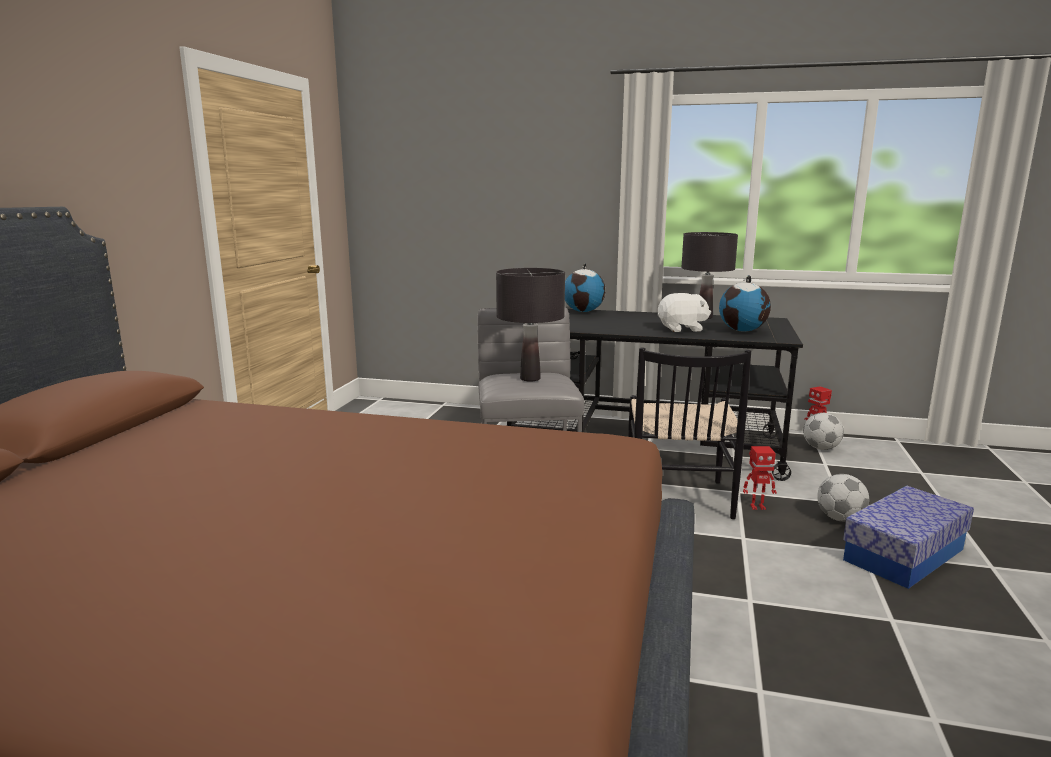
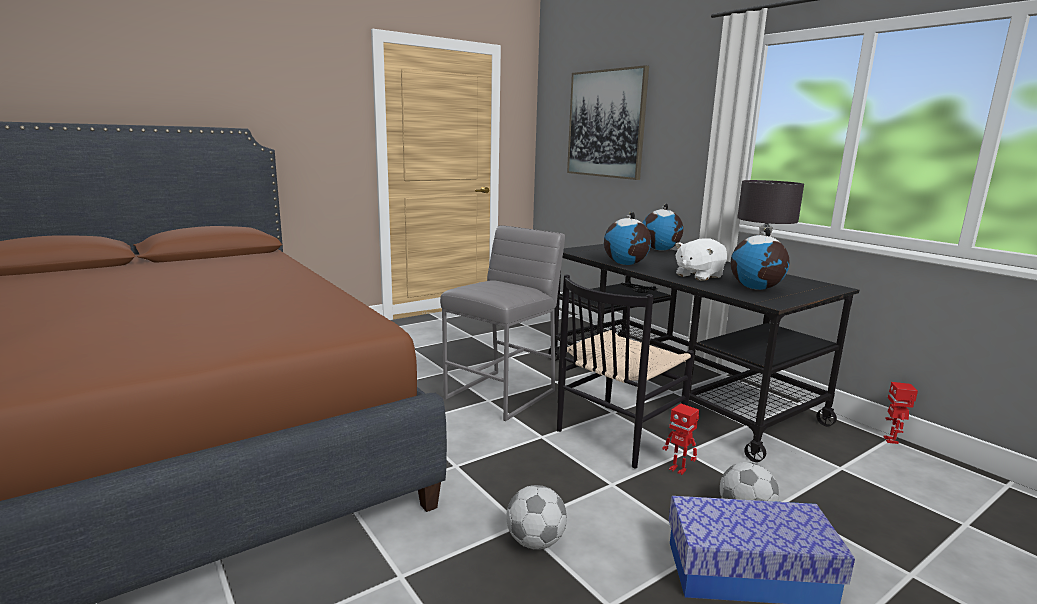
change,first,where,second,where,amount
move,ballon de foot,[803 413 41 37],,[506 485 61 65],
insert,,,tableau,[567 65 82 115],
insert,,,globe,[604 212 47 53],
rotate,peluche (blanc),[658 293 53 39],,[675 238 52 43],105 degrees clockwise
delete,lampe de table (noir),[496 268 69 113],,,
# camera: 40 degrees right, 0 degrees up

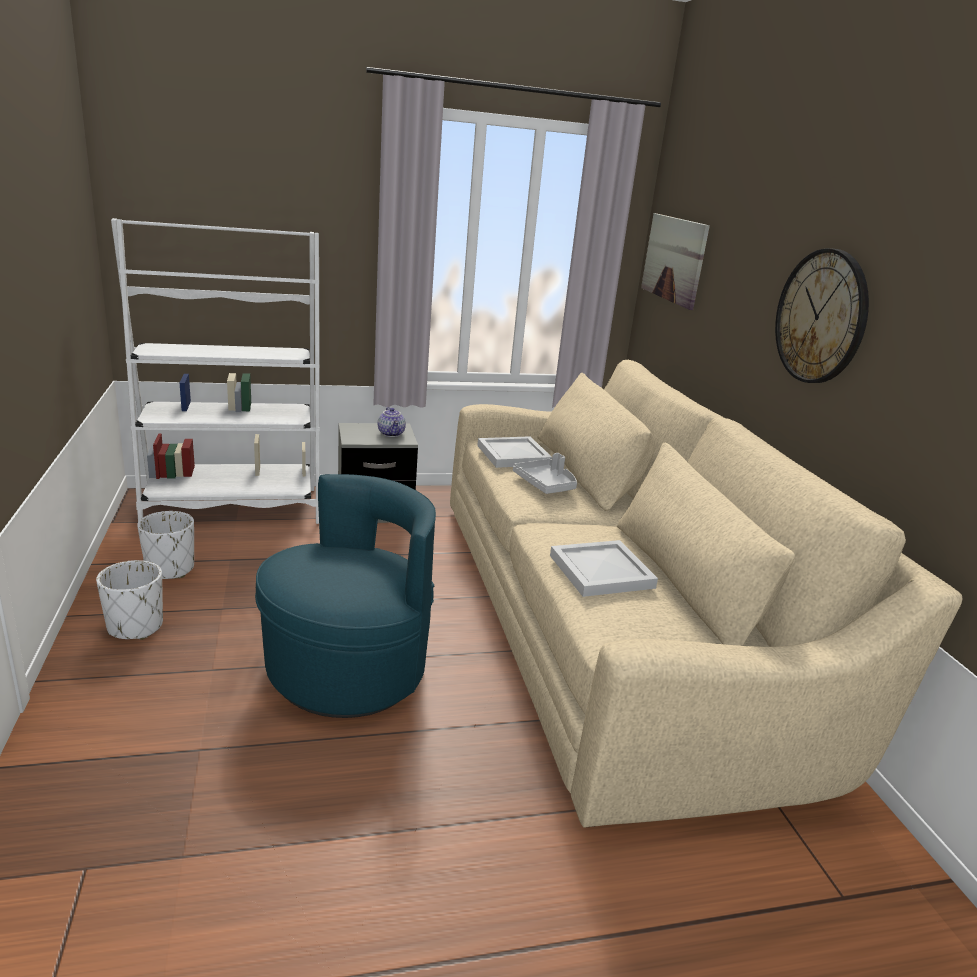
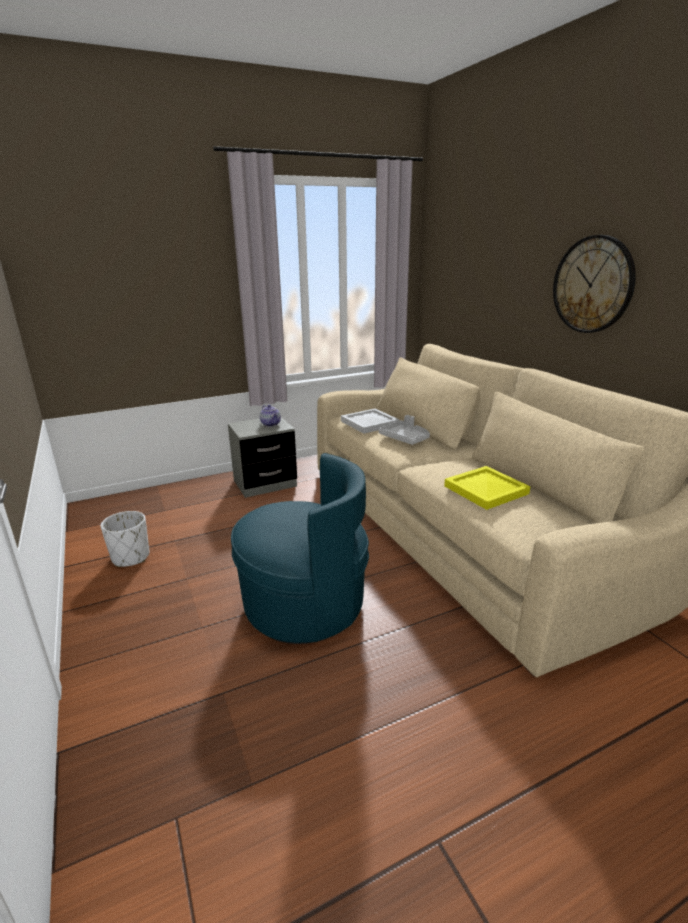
change,first,where,second,where,amount
rotate,fauteuil (turquoise),[255 474 181 244],,[231 453 138 191],60 degrees clockwise
recolor,plateau (blanc),[550 540 108 57],plateau (jaune),[444 466 87 44],
delete,cache-pot (blanc),[96 560 67 80],,,
delete,bibliothèque (blanc),[111 218 209 306],,,
delete,tableau,[641 213 69 97],,,
# camera: 10 degrees left, 0 degrees up

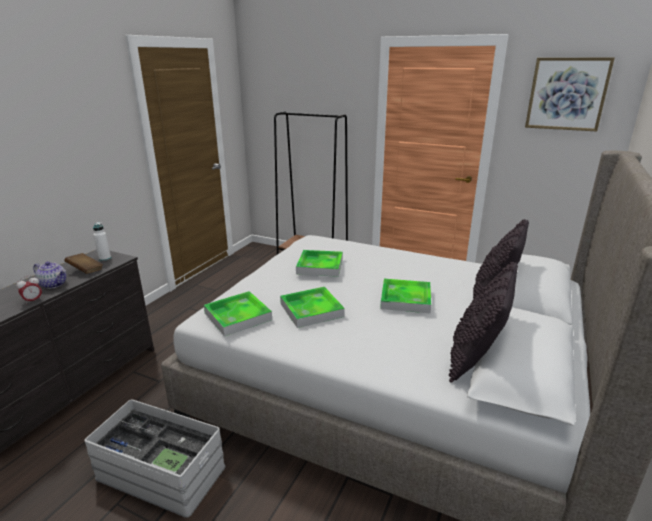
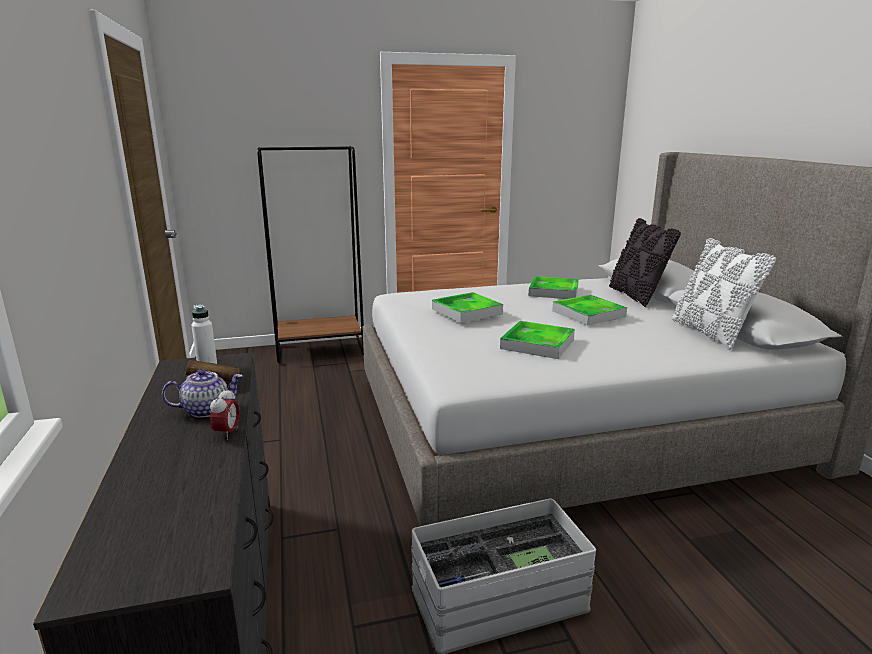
change,first,where,second,where,amount
move,plateau,[204 291 68 46],,[529 276 50 23],
recolor,coussin (noir),[449 262 69 121],coussin (blanc),[672 238 104 112],
delete,tableau,[525 58 90 73],,,
# camera: 40 degrees left, 5 degrees down

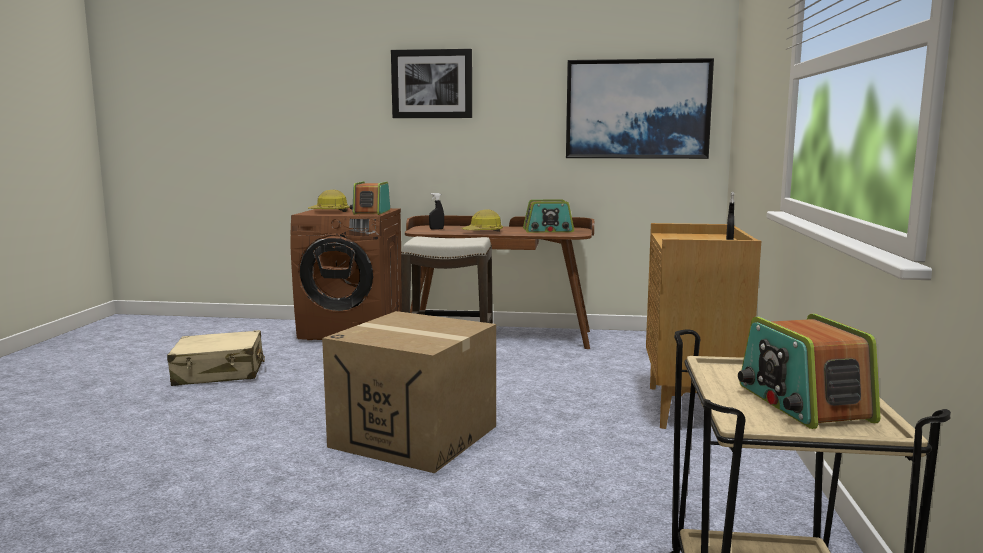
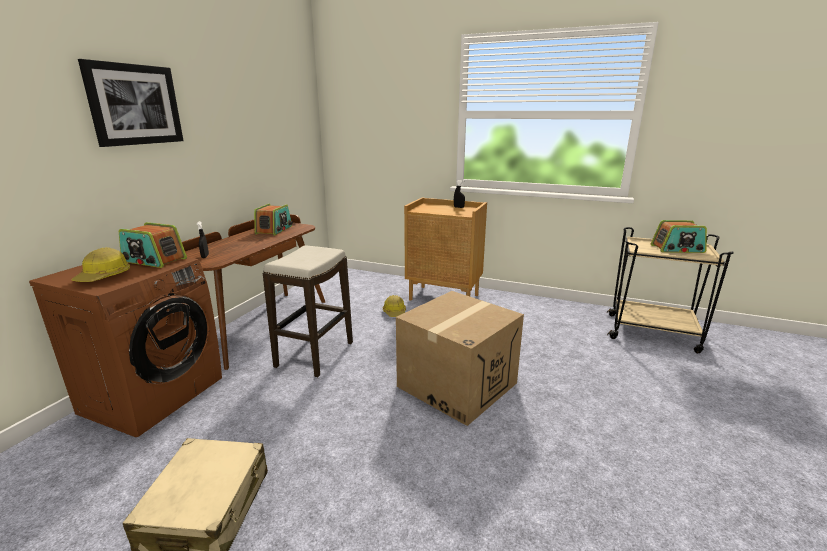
change,first,where,second,where,amount
move,casque de chantier,[461 209 42 23],,[382 295 24 22],
delete,tableau,[566 58 148 101],,,
# camera: 75 degrees left, 10 degrees up

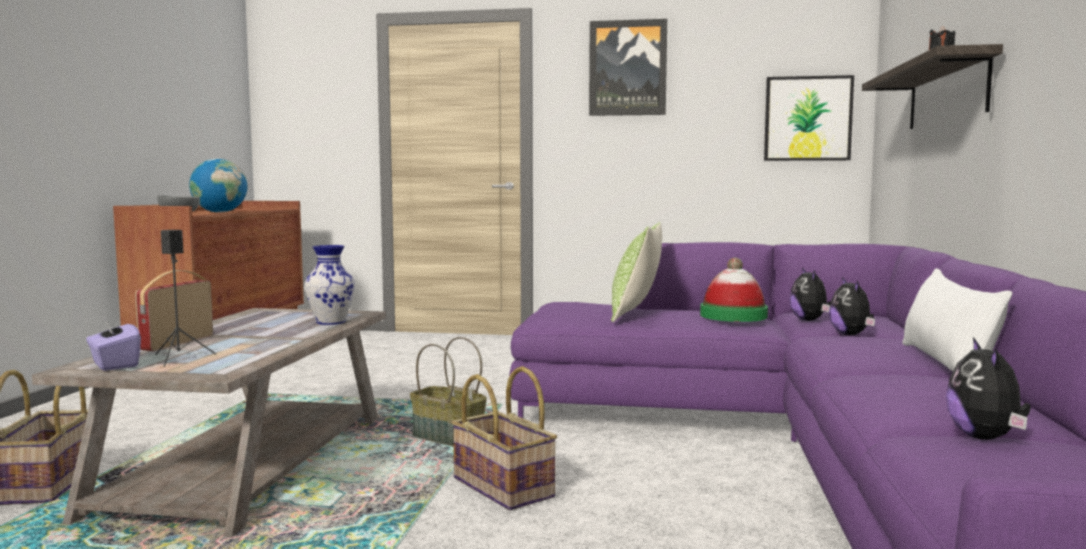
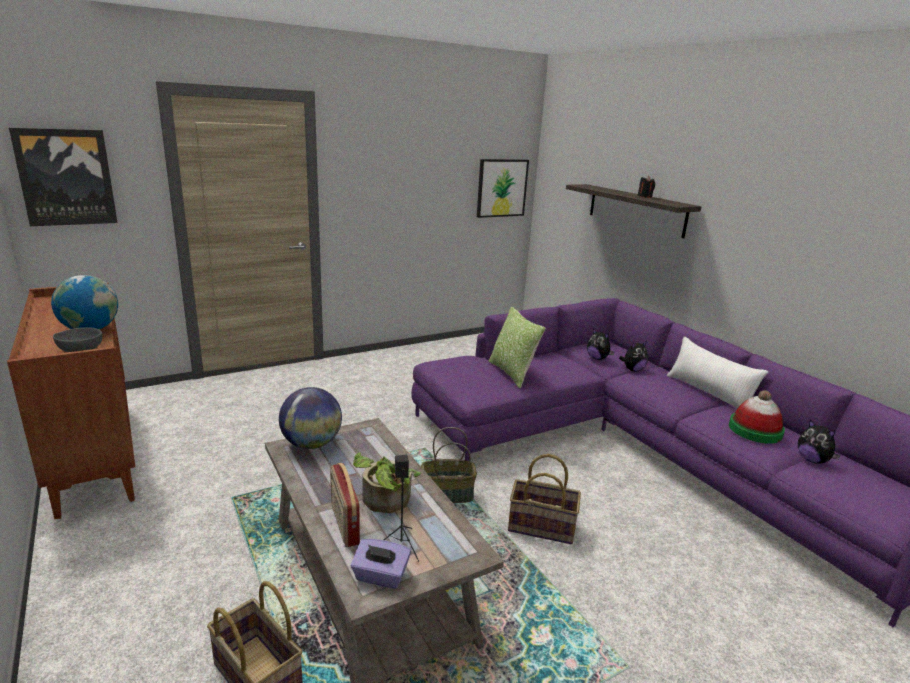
change,first,where,second,where,amount
move,tableau,[589 19 78 97],,[9 128 109 98],
insert,,,globe,[279 387 63 62],
insert,,,plante en pot,[353 452 68 61],
rotate,peluche,[829 277 46 58],,[619 341 29 31],75 degrees counterclockwise
move,chapeau,[700 258 68 64],,[729 390 56 54],
delete,vase,[304 245 51 80],,,
# camera: 40 degrees left, 15 degrees up

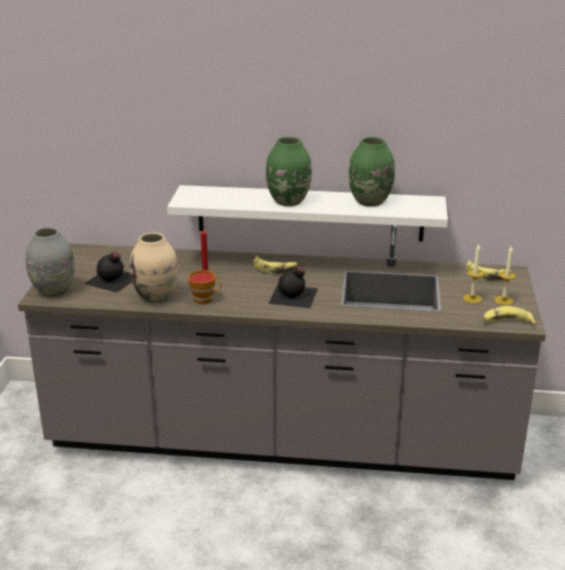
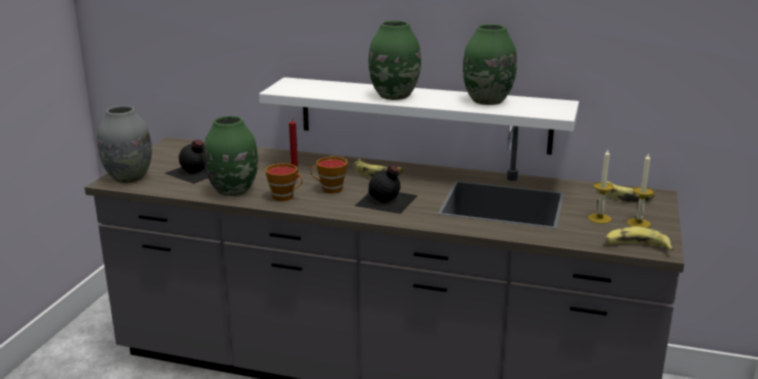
change,first,where,second,where,amount
recolor,vase (beige),[130 232 48 71],vase (vert),[204 116 54 80],
insert,,,tasse,[311 156 37 37],
# camera: 10 degrees right, 5 degrees down

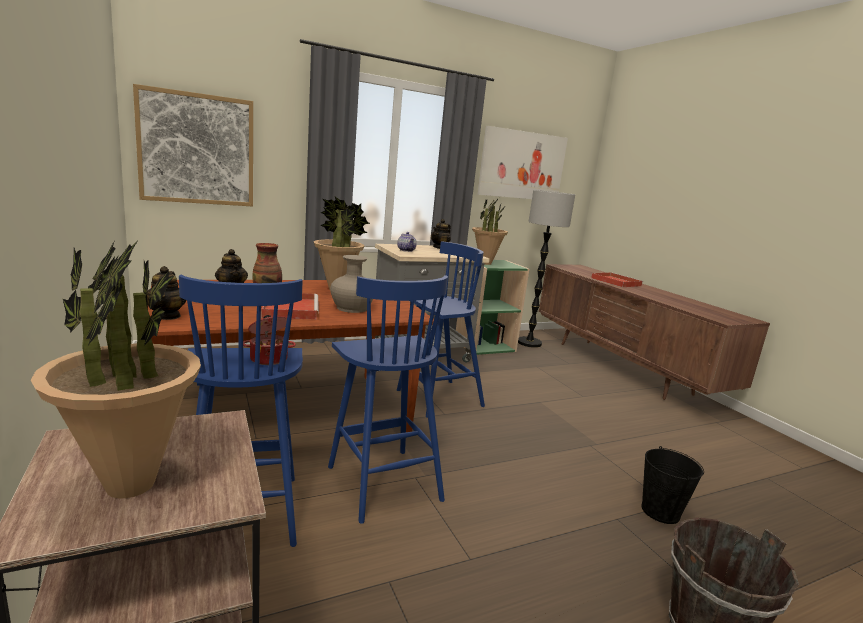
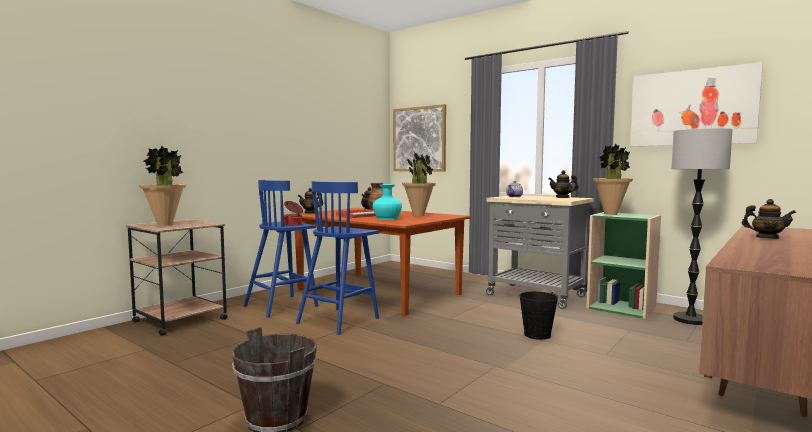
change,first,where,second,where,amount
recolor,vase (beige),[330 255 43 58],vase (turquoise),[373 184 29 36],
move,seau (noir),[641 446 63 78],,[519 291 40 49],
replace,plateau (rouge),[591 272 52 15],théière,[742 199 54 40],
delete,tabouret (bleu),[397 242 88 176],,,
# camera: 65 degrees right, 10 degrees down

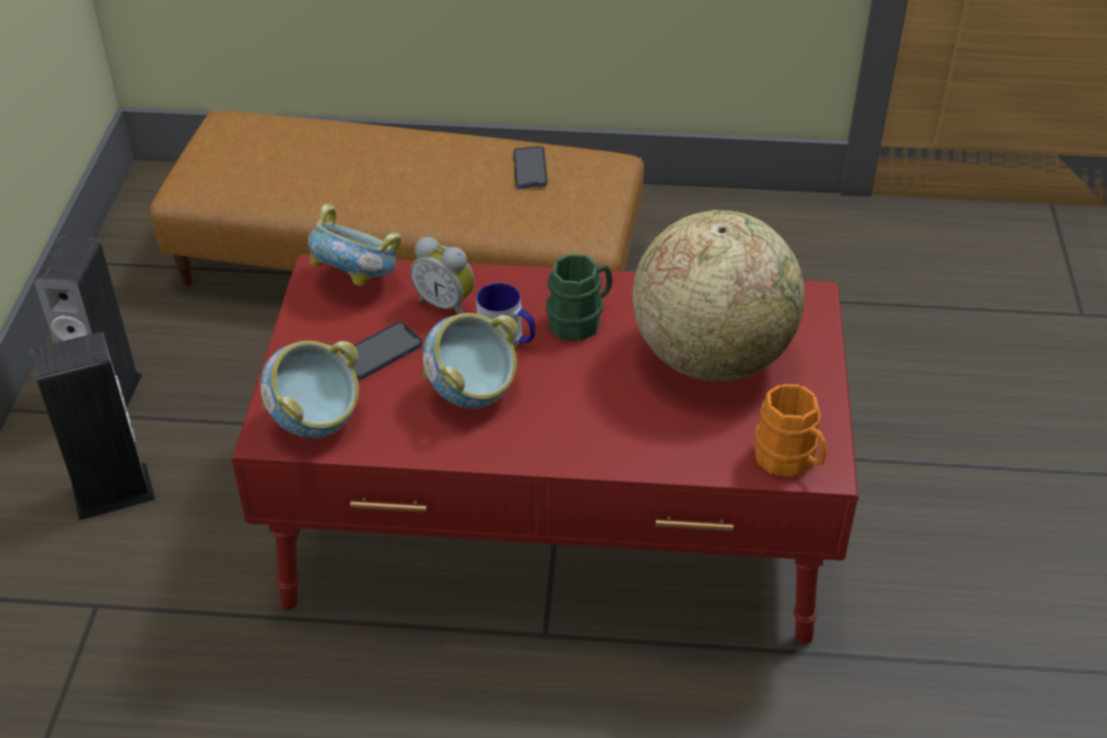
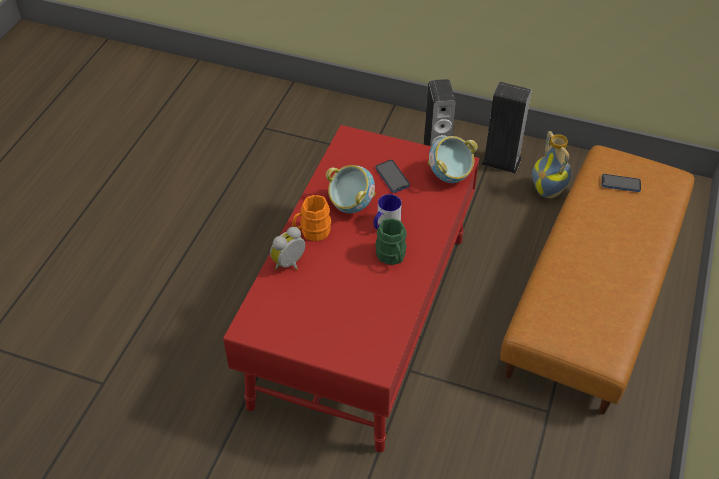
change,first,where,second,where,amount
move,réveil,[410 237 64 77],,[270 227 35 43],
move,mug (orange),[754 384 73 93],,[292 195 39 46],
insert,,,vase,[532 131 40 67],
move,téléphone,[513 146 35 43],,[601 174 40 18],
delete,bol,[260 341 99 97],,,
delete,globe,[633 210 172 171],,,
# camera: 105 degrees right, 5 degrees up

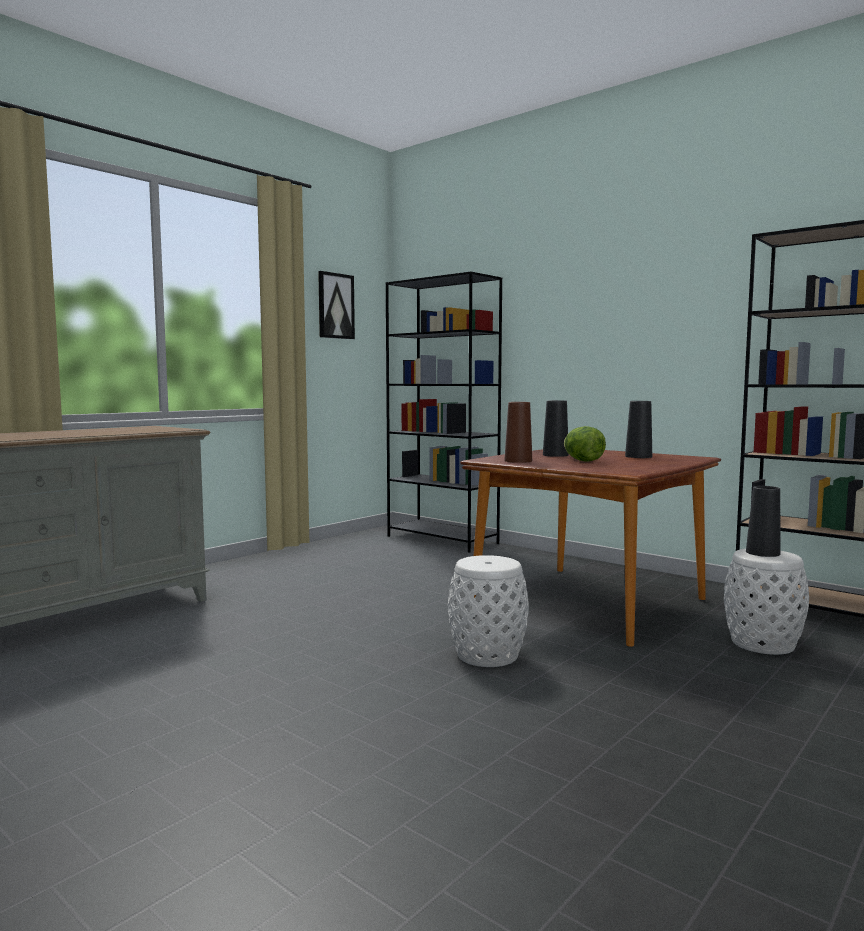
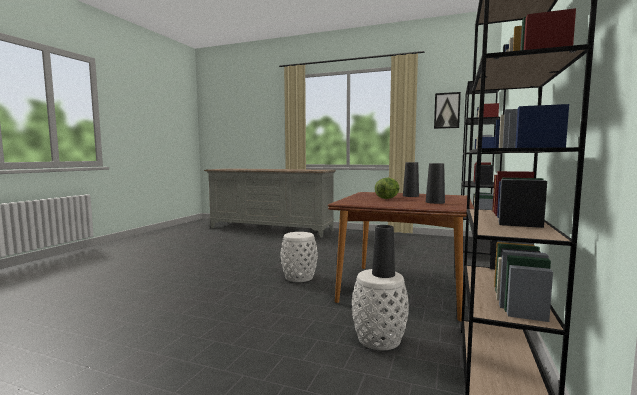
change,first,where,second,where,amount
delete,vase (marron),[504 402 28 61],,,
# camera: 70 degrees right, 0 degrees up

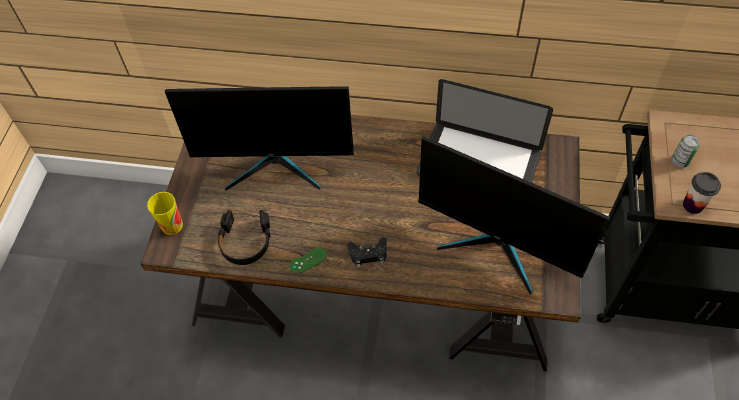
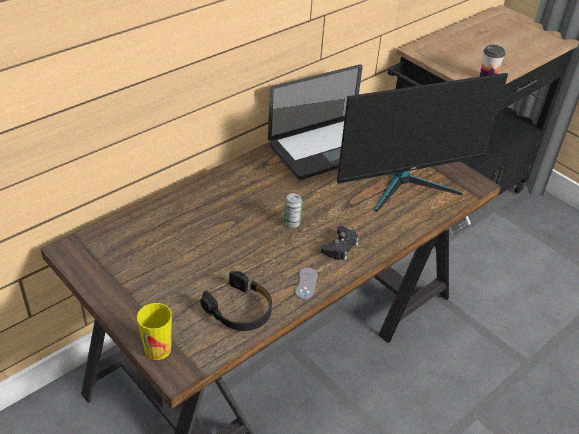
change,first,where,second,where,amount
move,boîte métallique,[672 135 28 33],,[283 193 20 35],
recolor,manette (vert),[290 247 37 27],manette (gris),[295 267 23 33],
delete,écran d'ordinateur,[165 86 189 105],,,
# camera: 55 degrees left, 15 degrees down

